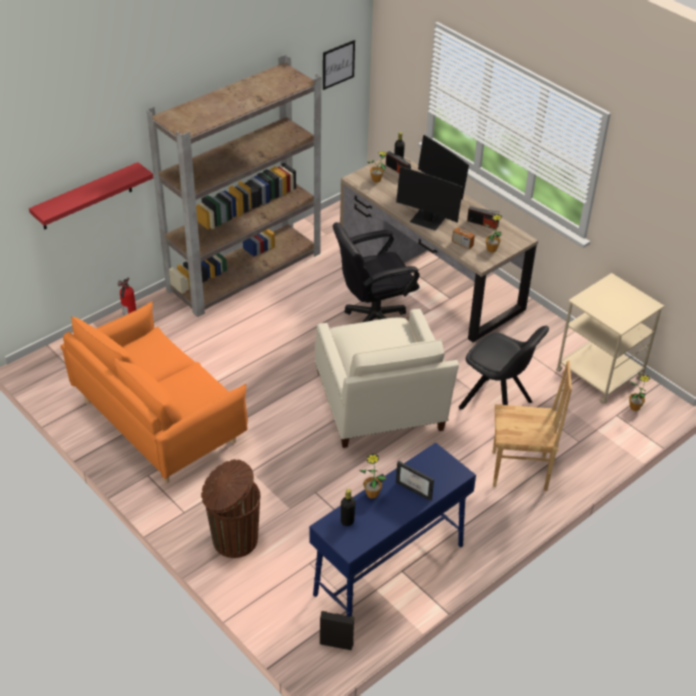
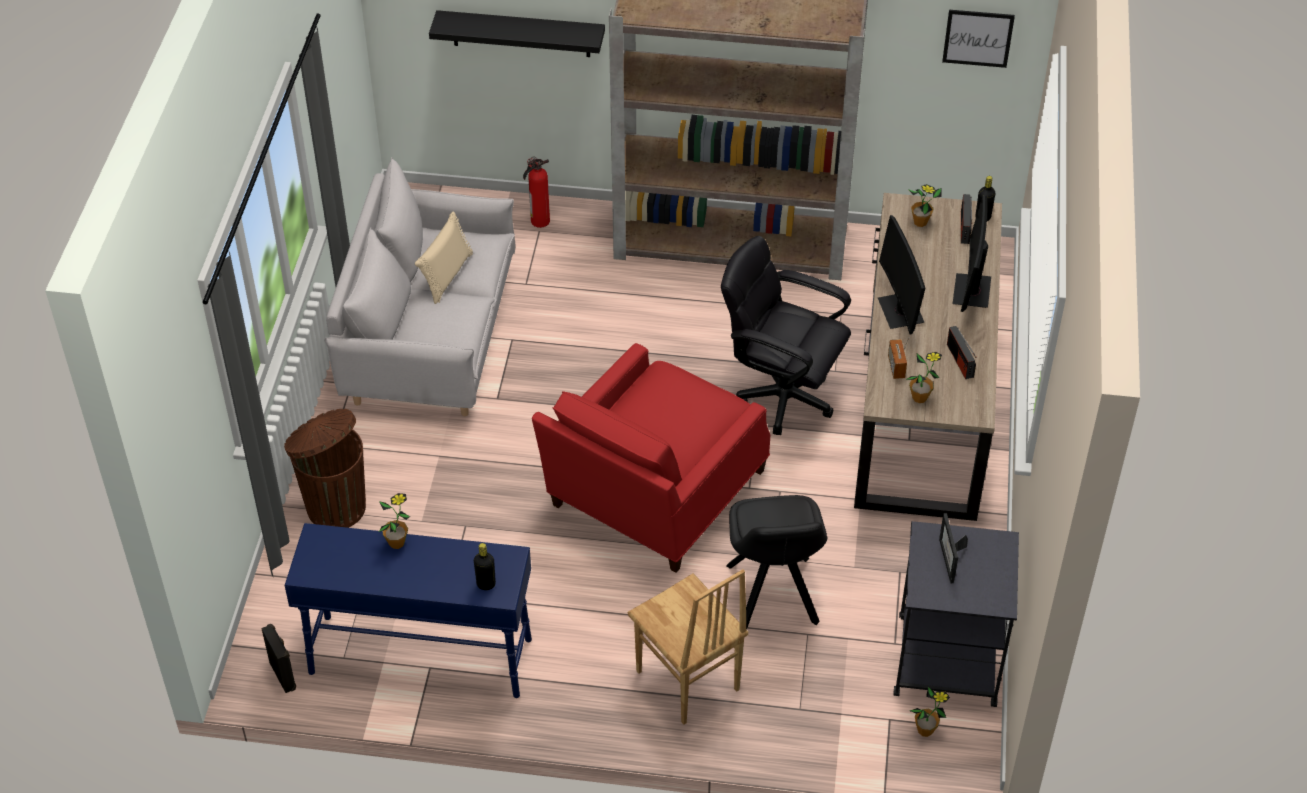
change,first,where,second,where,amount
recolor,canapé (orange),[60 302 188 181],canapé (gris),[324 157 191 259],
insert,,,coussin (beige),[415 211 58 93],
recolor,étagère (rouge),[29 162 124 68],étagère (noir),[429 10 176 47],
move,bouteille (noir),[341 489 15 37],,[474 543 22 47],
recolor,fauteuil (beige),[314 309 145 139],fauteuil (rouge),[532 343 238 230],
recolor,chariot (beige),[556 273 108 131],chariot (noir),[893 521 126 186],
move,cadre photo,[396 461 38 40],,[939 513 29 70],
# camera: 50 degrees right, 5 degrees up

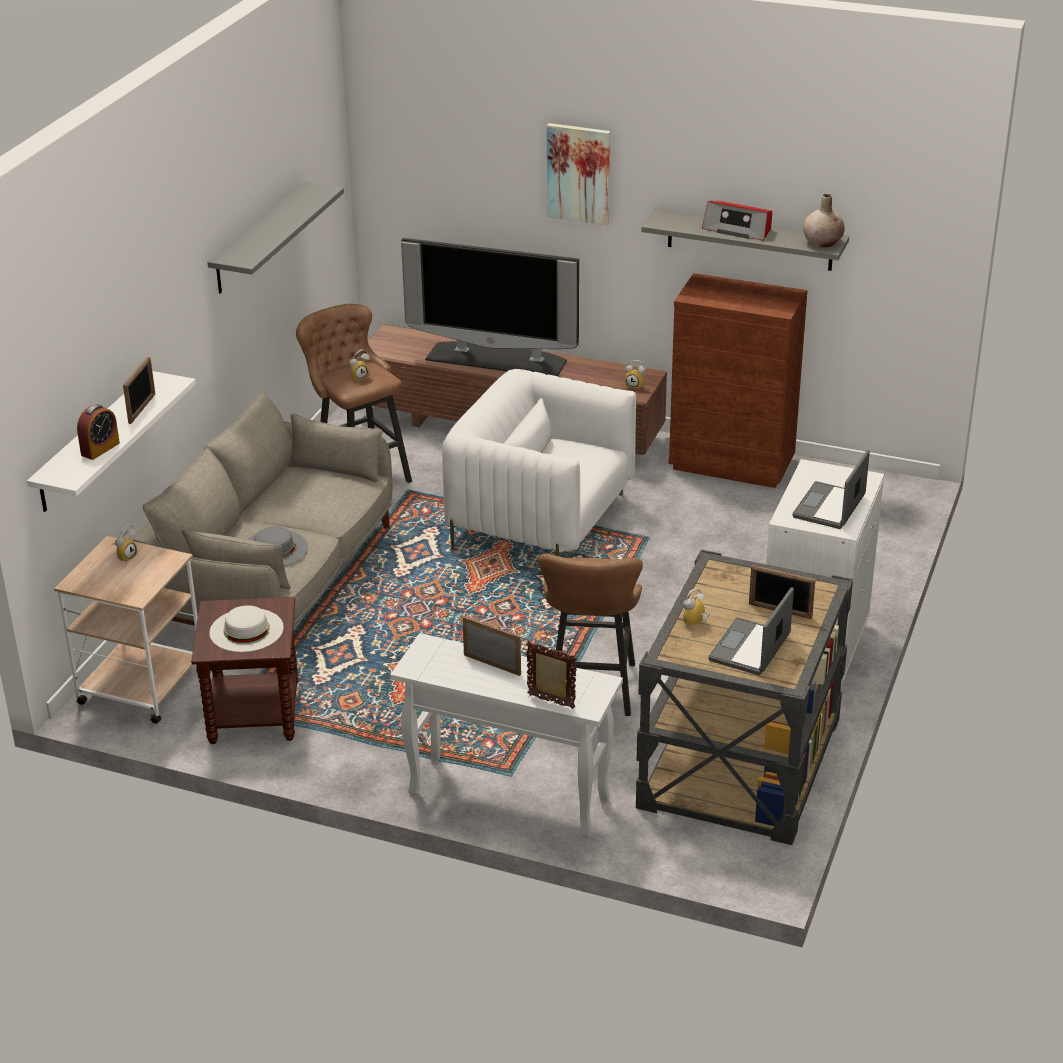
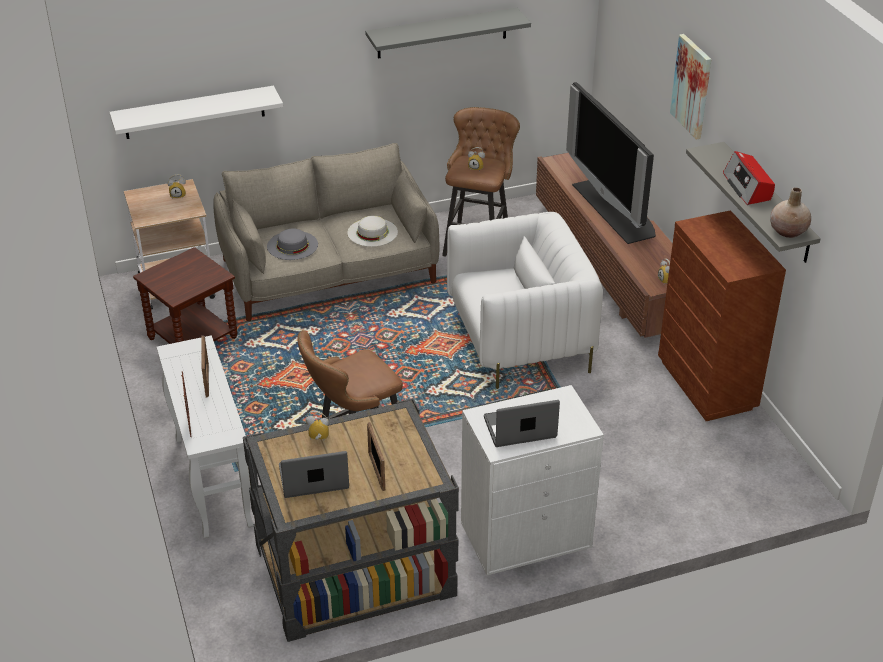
change,first,where,second,where,amount
move,chapeau (blanc),[209 605 75 47],,[347 216 51 31],
rotate,fauteuil (blanc),[442 369 194 187],,[447 212 156 177],90 degrees clockwise
delete,réveil,[77 404 43 56],,,
delete,cadre photo,[123 357 32 67],,,
# camera: 50 degrees right, 5 degrees up

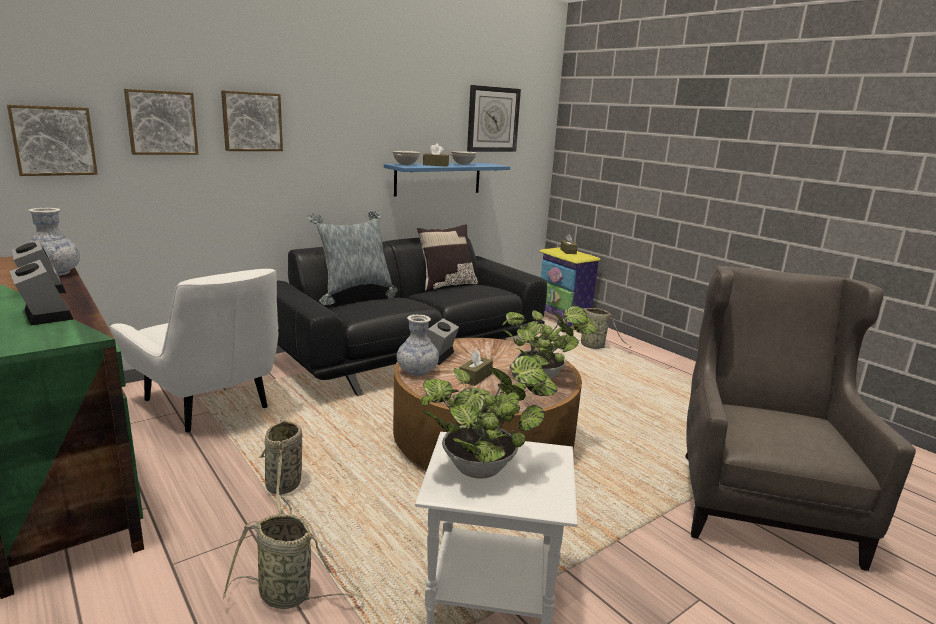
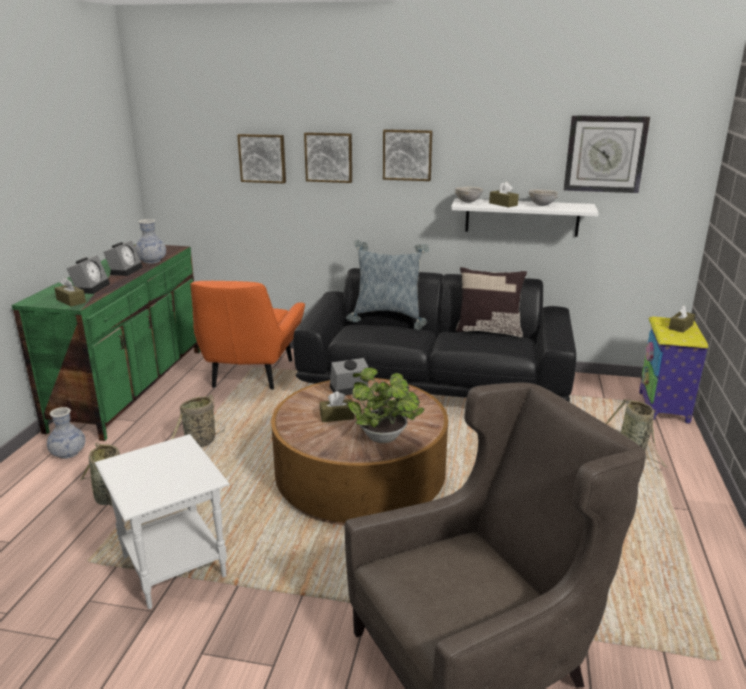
change,first,where,second,where,amount
move,vase,[397 315 42 61],,[47 407 38 52],
insert,,,boîte à mouchoirs (marron),[54 277 32 30],
recolor,fauteuil (blanc),[110 269 169 164],fauteuil (orange),[190 281 115 108],
move,tableau,[7 105 91 71],,[383 129 50 52],
recolor,étagère (bleu),[384 163 126 34],étagère (blanc),[451 199 148 38],
delete,plante en pot,[420 355 138 124],,,
# camera: 50 degrees right, 5 degrees up

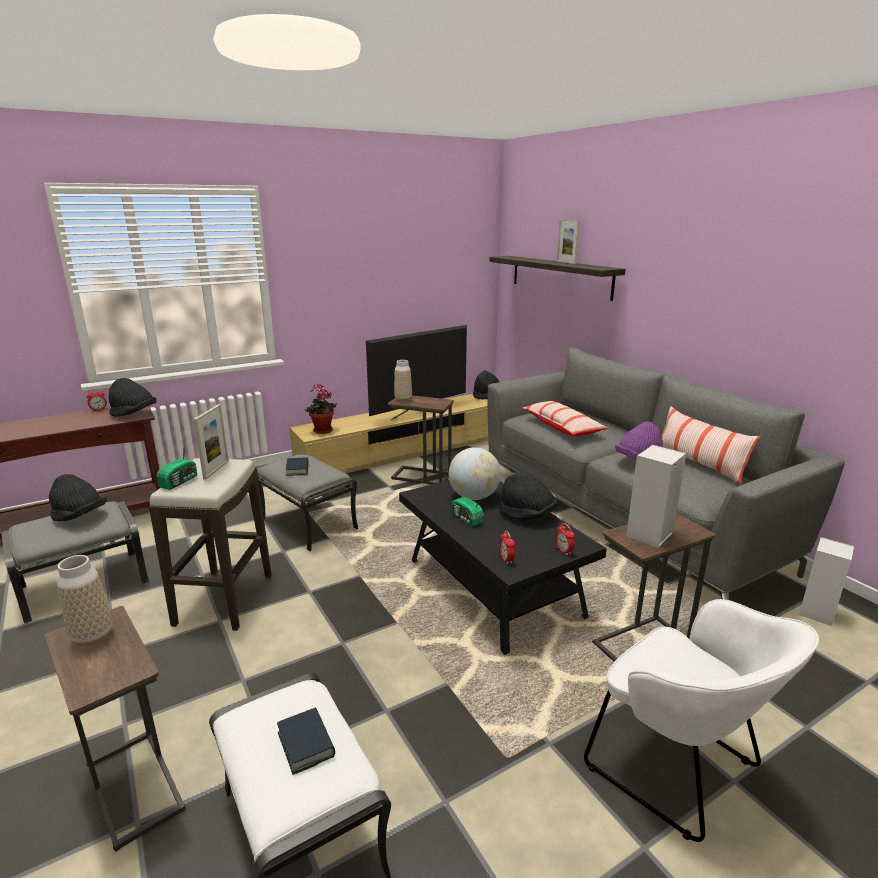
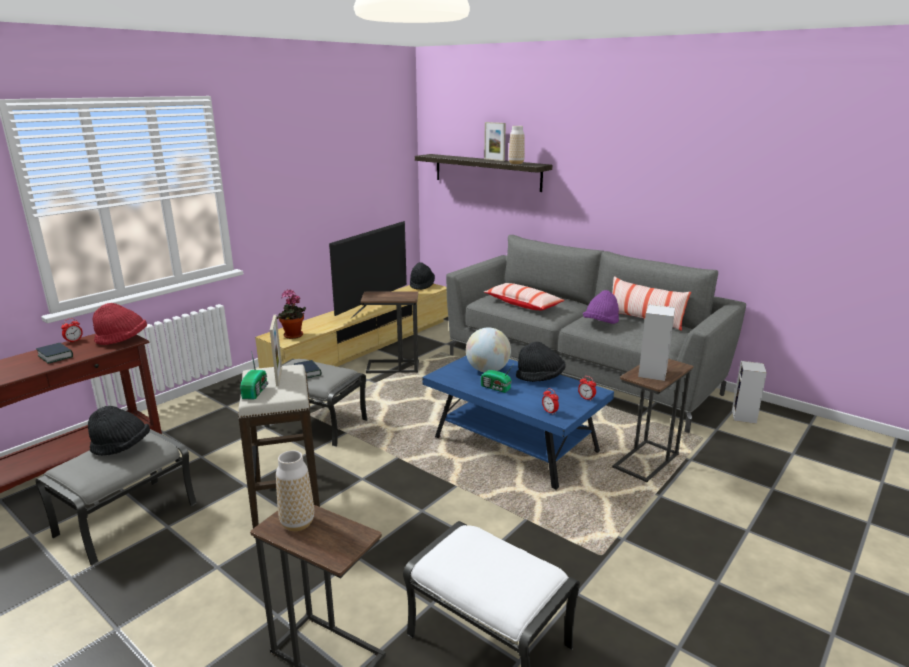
change,first,where,second,where,amount
move,livre,[277 707 58 68],,[36 343 37 21],
recolor,chapeau (noir),[108 378 49 39],chapeau (rouge),[93 303 54 42],
recolor,table basse (noir),[399 480 208 175],table basse (bleu),[422 356 192 134],
move,vase,[394 360 18 42],,[508 126 17 38],
delete,fauteuil (blanc),[584 599 235 243],,,
# camera: 20 degrees left, 0 degrees up

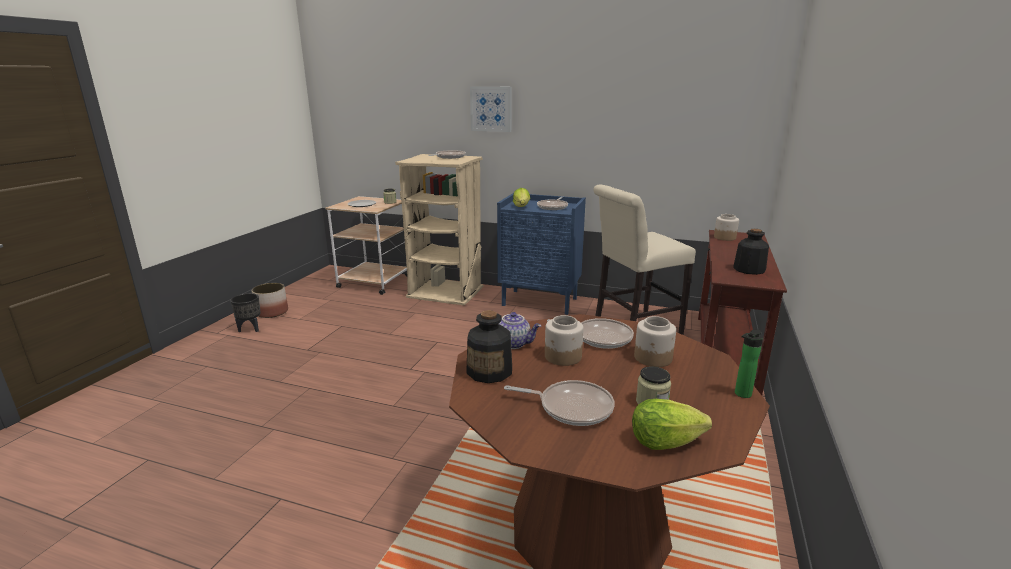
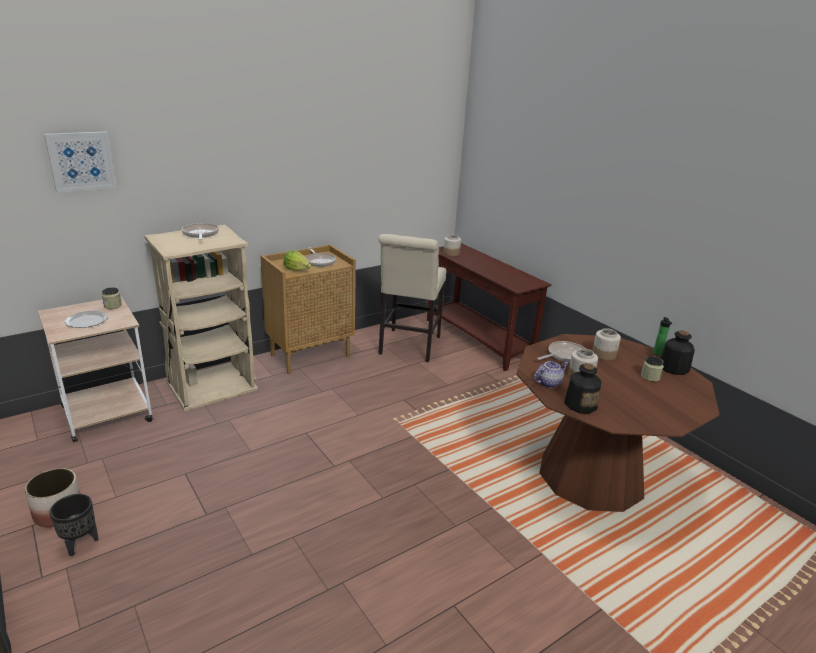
change,first,where,second,where,amount
move,tableau,[470 86 42 46],,[44 131 73 62],
recolor,meuble de rangement (bleu),[497 193 89 122],meuble de rangement (marron),[260 244 96 130],
move,bouteille,[733 229 36 46],,[661 330 34 45],
delete,poêle,[504 380 110 46],,,
delete,laitue,[632 399 80 51],,,
# camera: 55 degrees left, 5 degrees up

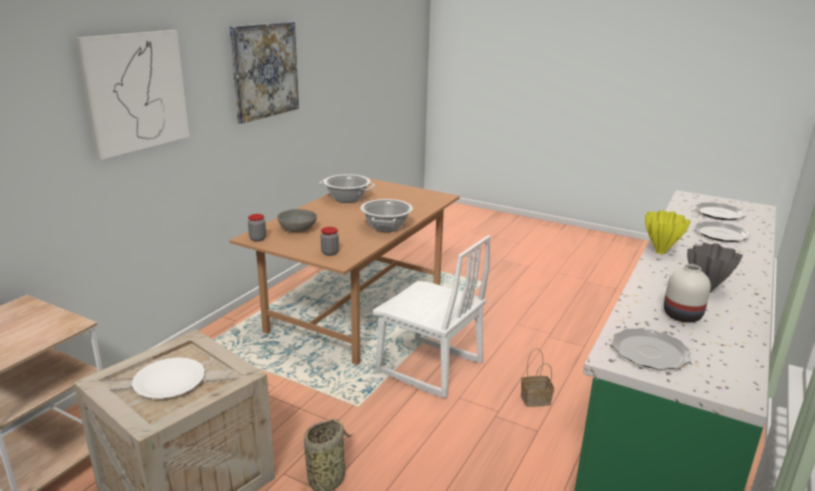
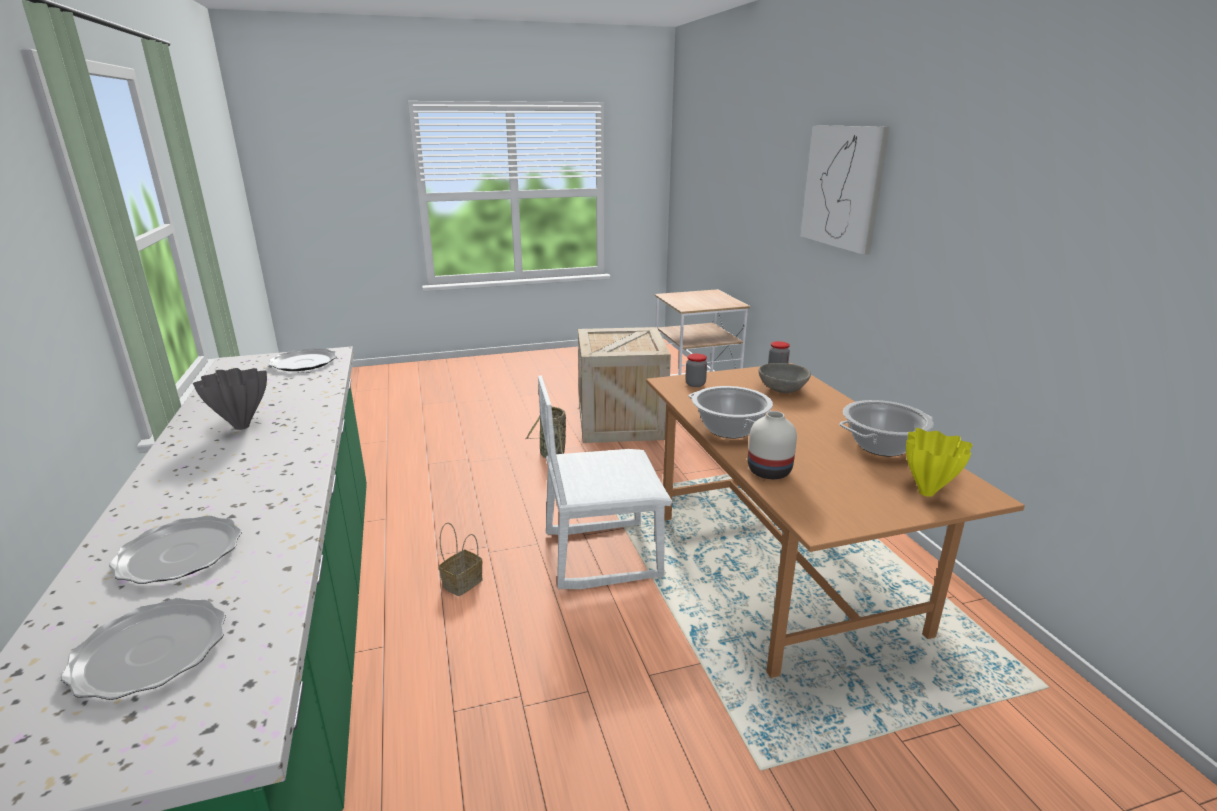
change,first,where,second,where,amount
move,vase (blanc),[664 264 47 59],,[748 411 49 68],
move,vase (jaune),[645 210 46 44],,[906 428 67 69],
delete,assiette (blanc),[132 357 73 42],,,
delete,tableau,[230 21 69 103],,,
# camera: 135 degrees right, 0 degrees up

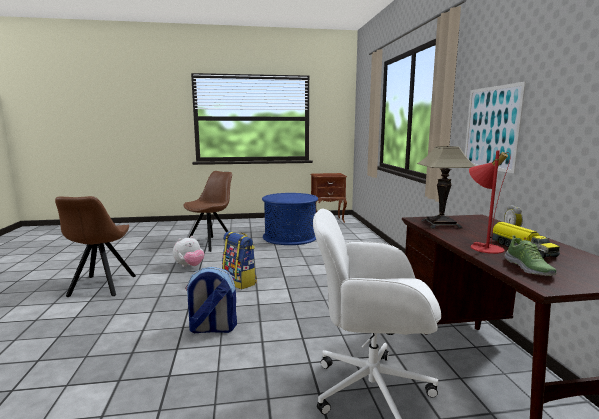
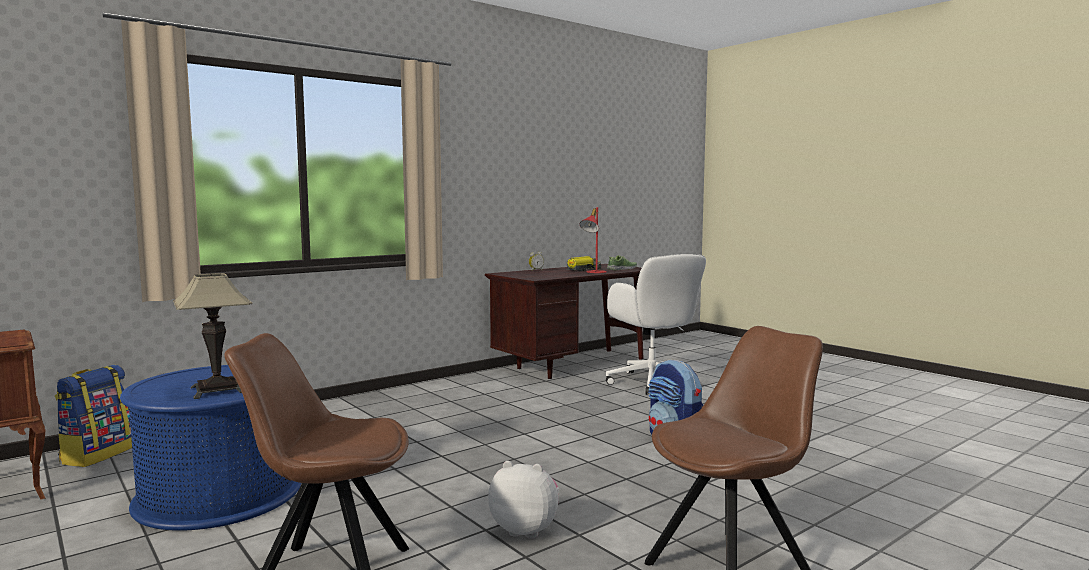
change,first,where,second,where,amount
move,sac à dos,[222 231 35 58],,[55 365 77 102],
move,lampe de table,[417 146 58 83],,[173 273 79 126],
delete,tableau,[465 82 61 91],,,
# camera: 120 degrees left, 5 degrees down

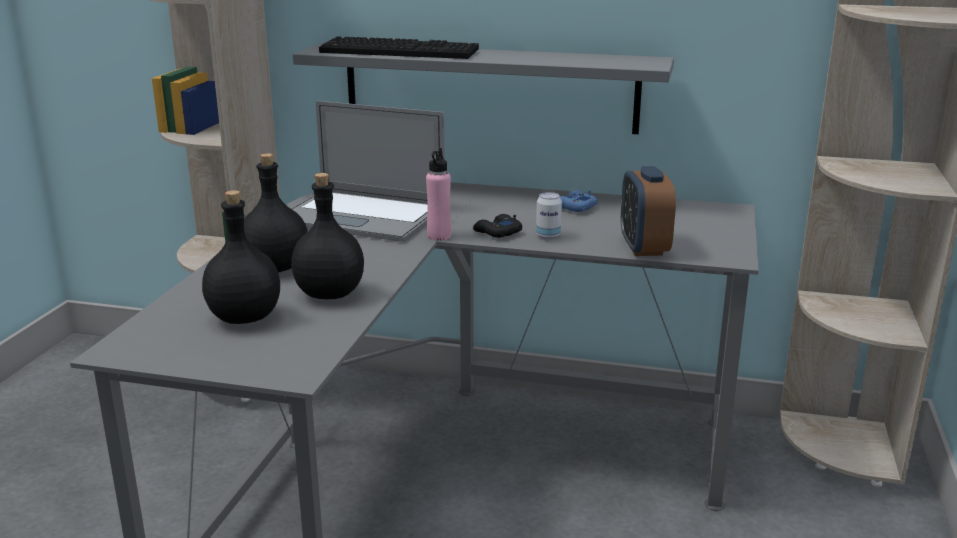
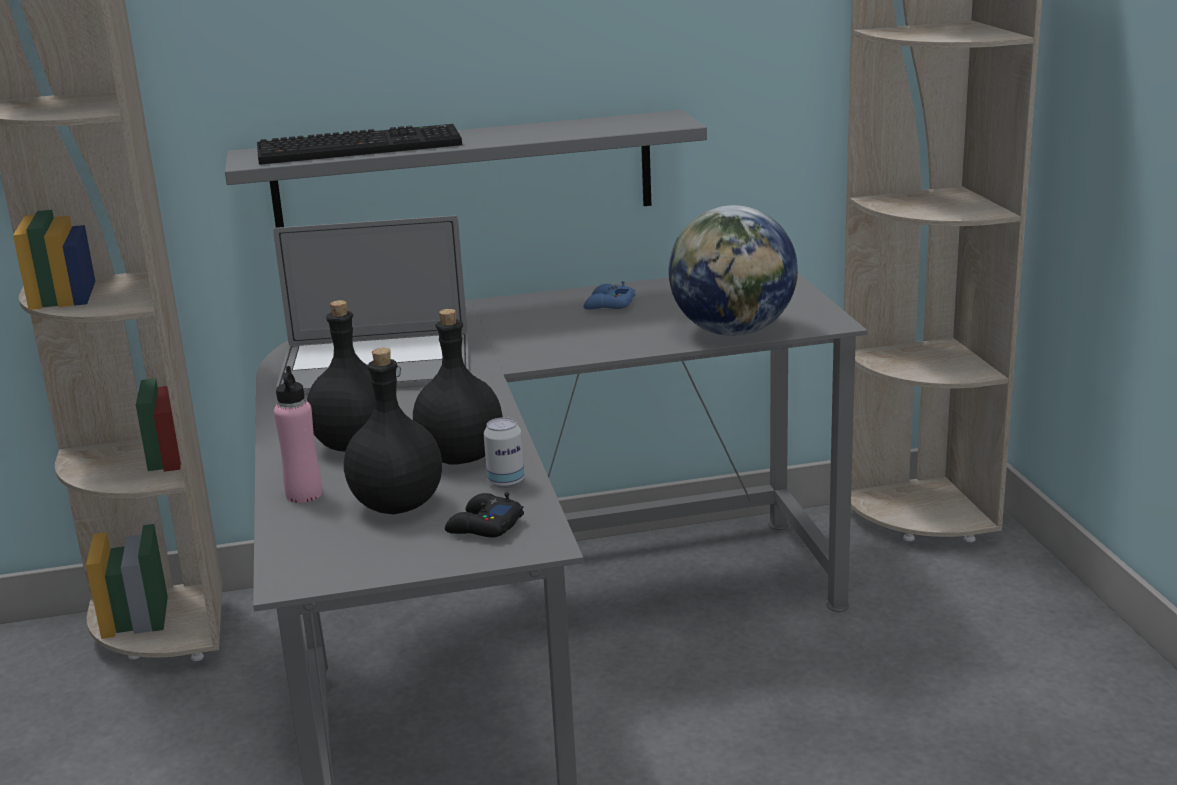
change,first,where,second,where,amount
move,bouteille (rose),[426 148 25 92],,[274 366 48 137],
move,manette (noir),[473 214 49 24],,[445 493 79 44],
move,boîte métallique,[536 192 26 47],,[484 417 40 71],
replace,réveil,[621 166 55 90],globe,[668 205 130 131],
# camera: 25 degrees left, 0 degrees up

